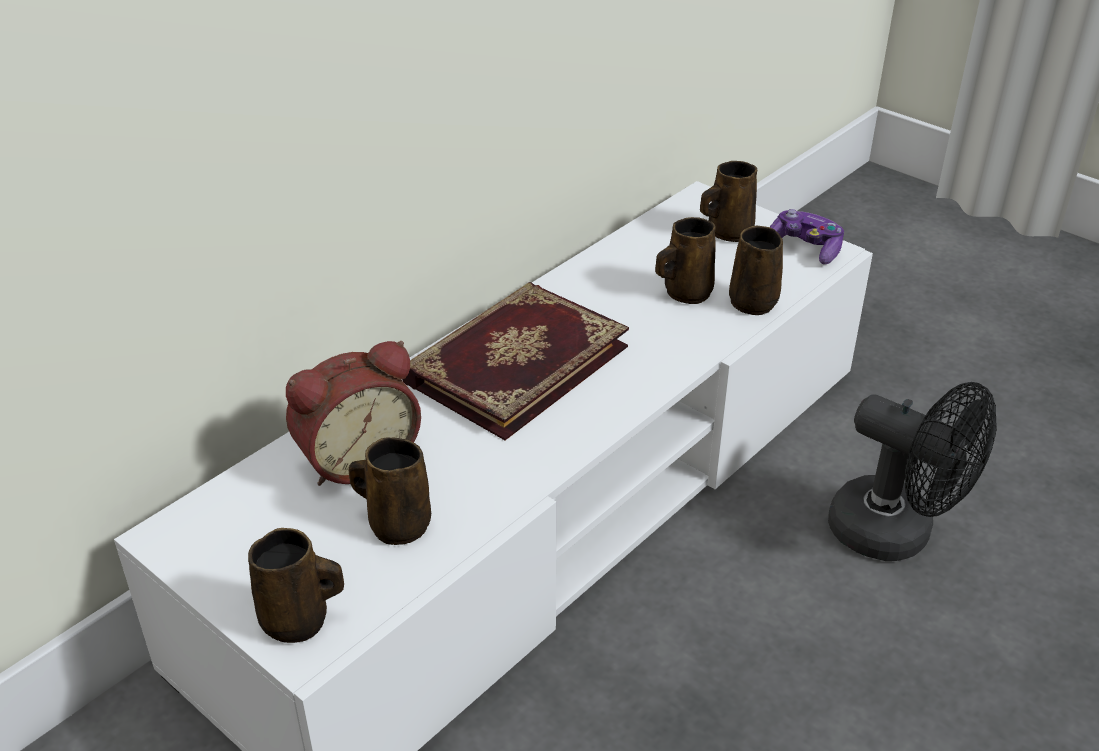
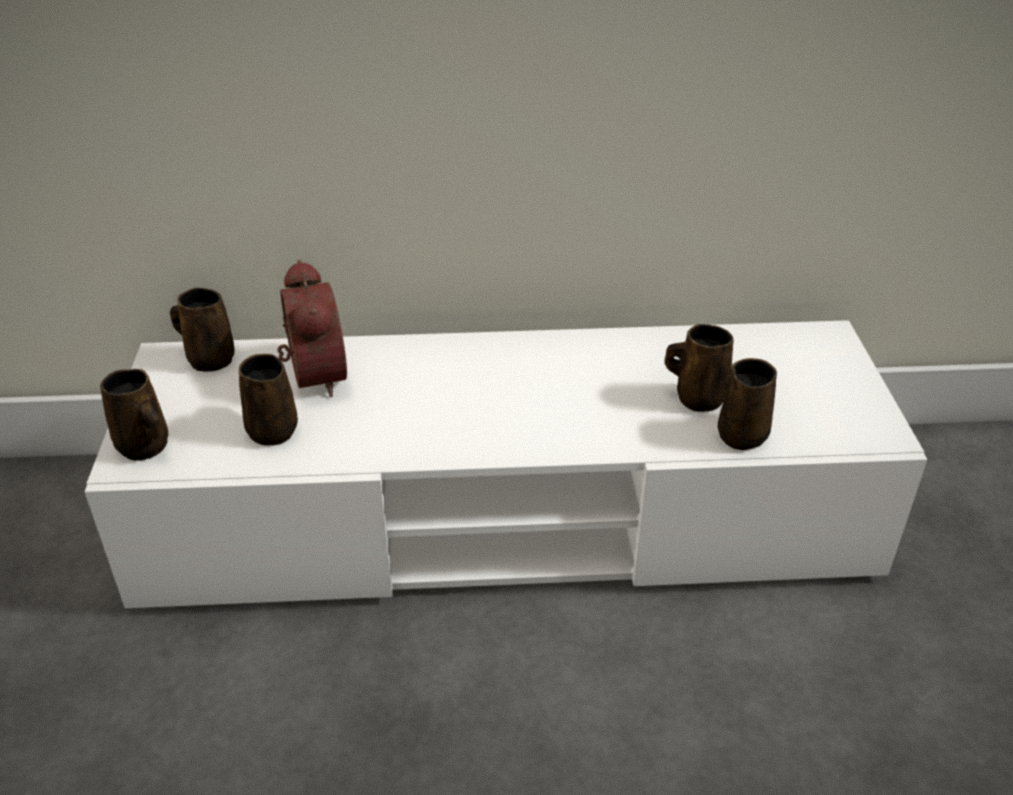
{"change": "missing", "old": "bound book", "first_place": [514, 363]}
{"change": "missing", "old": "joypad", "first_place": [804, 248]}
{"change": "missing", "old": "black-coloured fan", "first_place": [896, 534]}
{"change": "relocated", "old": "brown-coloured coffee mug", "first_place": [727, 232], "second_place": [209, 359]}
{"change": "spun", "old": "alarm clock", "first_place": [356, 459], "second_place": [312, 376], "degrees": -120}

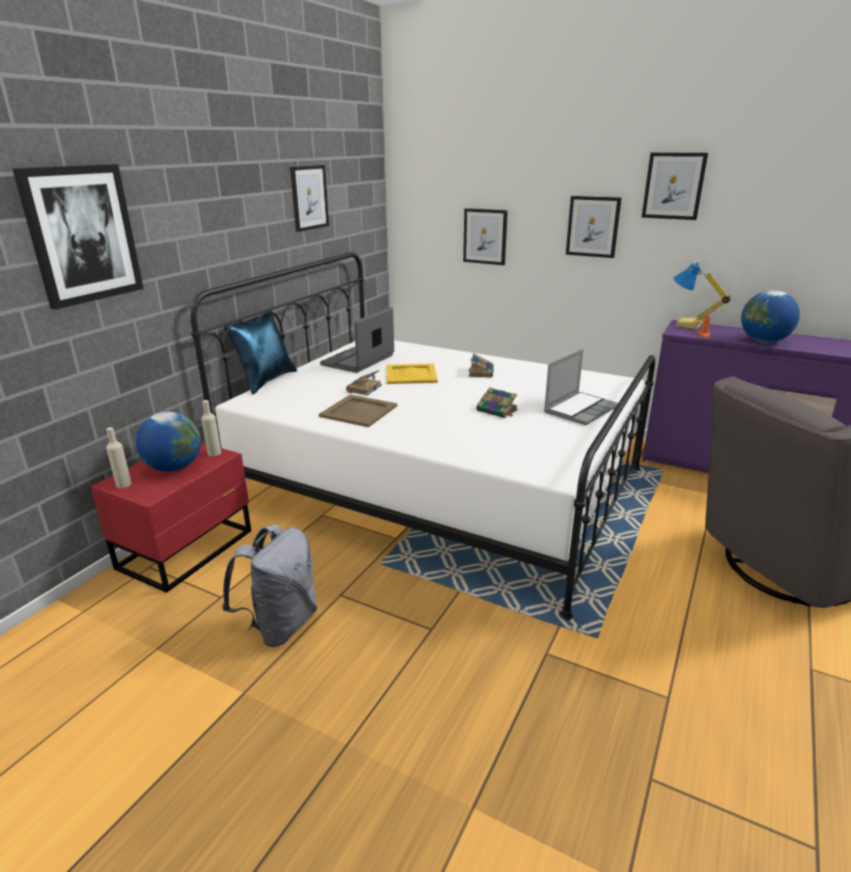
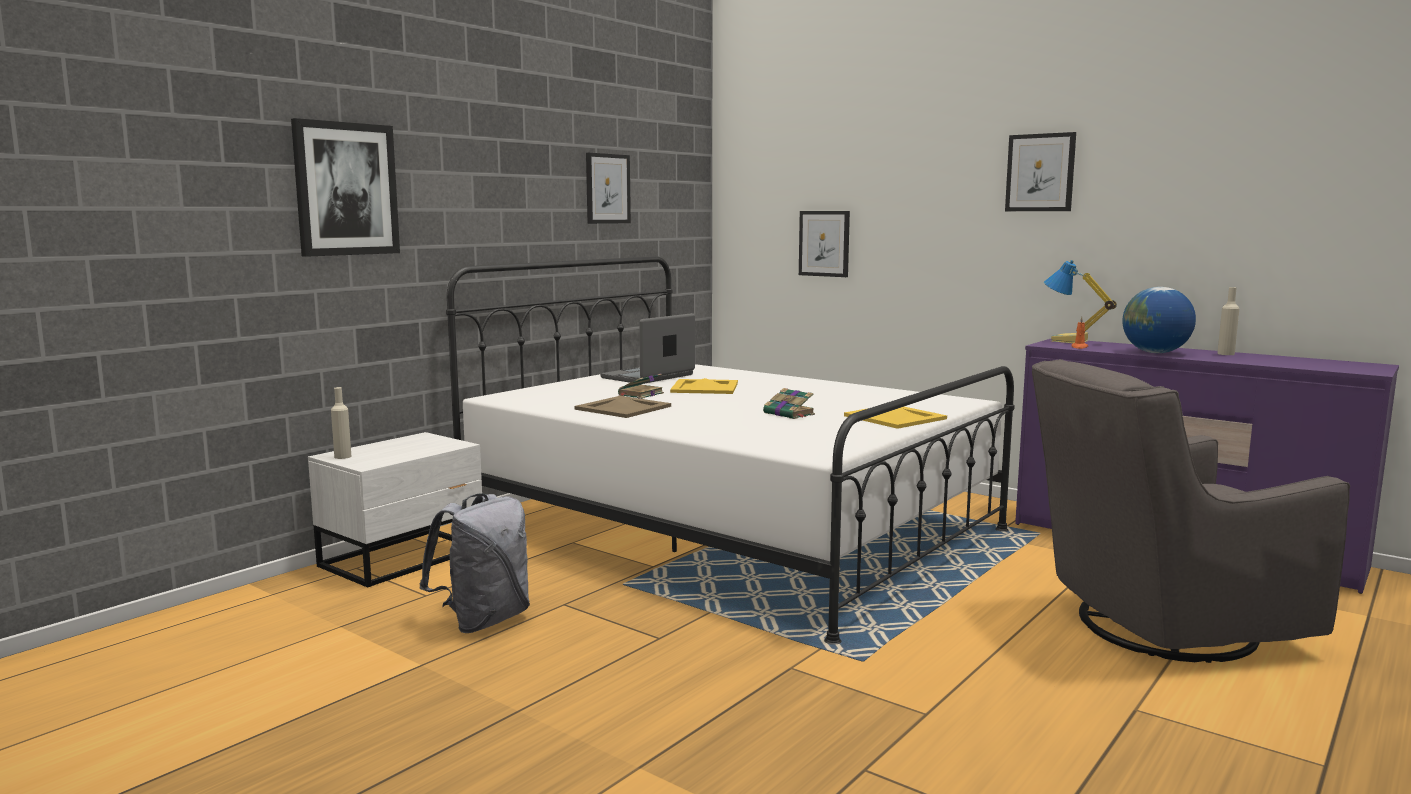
{"change": "missing", "old": "world globe", "first_place": [174, 467]}
{"change": "missing", "old": "blue pillow", "first_place": [266, 381]}
{"change": "missing", "old": "bound book", "first_place": [481, 372]}
{"change": "missing", "old": "wall art", "first_place": [593, 226]}
{"change": "relocated", "old": "sand-coloured beverage bottle", "first_place": [214, 453], "second_place": [1226, 354]}
{"change": "exchanged", "old": "portable computer", "new": "yellowish carrying tray", "first_place": [580, 409], "second_place": [895, 417]}
{"change": "colour", "old": "red-coloured nightstand", "new": "white-coloured nightstand", "first_place": [189, 549], "second_place": [405, 558]}

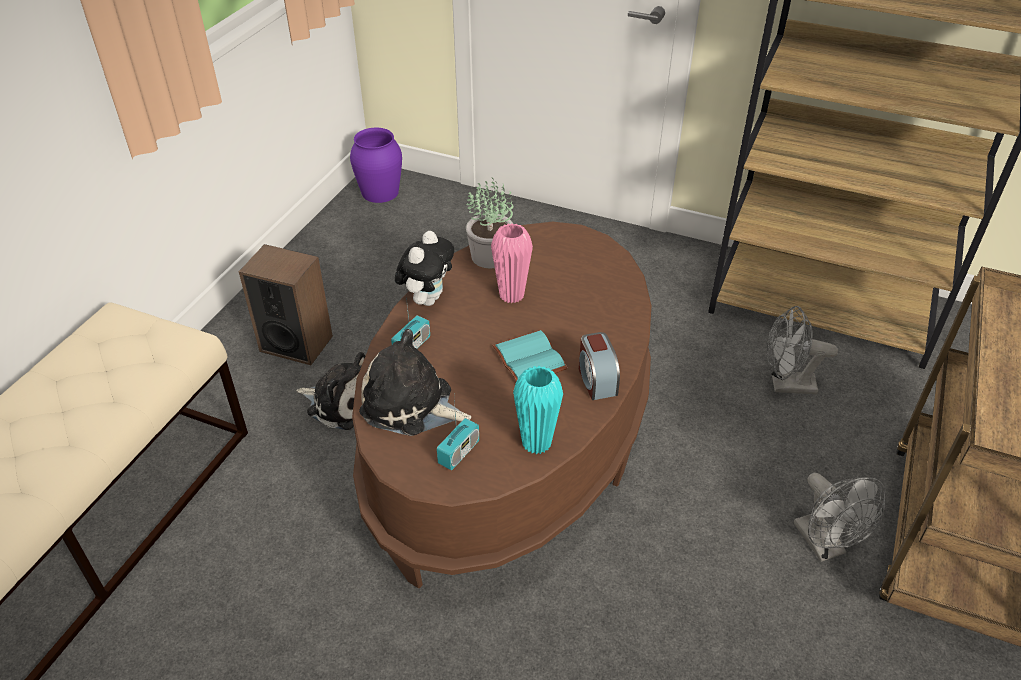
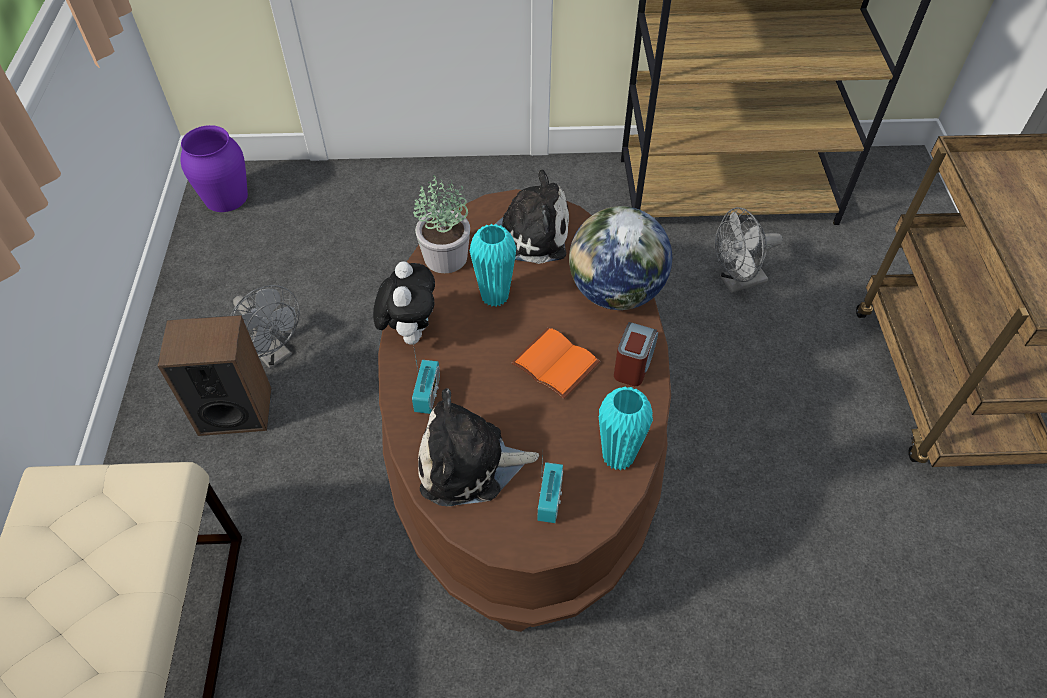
{"change": "appeared", "new": "world globe", "second_place": [615, 293]}
{"change": "relocated", "old": "soft toy", "first_place": [340, 401], "second_place": [529, 235]}
{"change": "relocated", "old": "gray fan", "first_place": [824, 545], "second_place": [274, 354]}
{"change": "colour", "old": "pinkish decorative vase", "new": "blue-green decorative vase", "first_place": [511, 295], "second_place": [494, 296]}
{"change": "colour", "old": "blue-green bound book", "new": "orangey bound book", "first_place": [527, 358], "second_place": [553, 364]}
{"change": "spun", "old": "alarm clock", "first_place": [596, 380], "second_place": [633, 364], "degrees": -120}

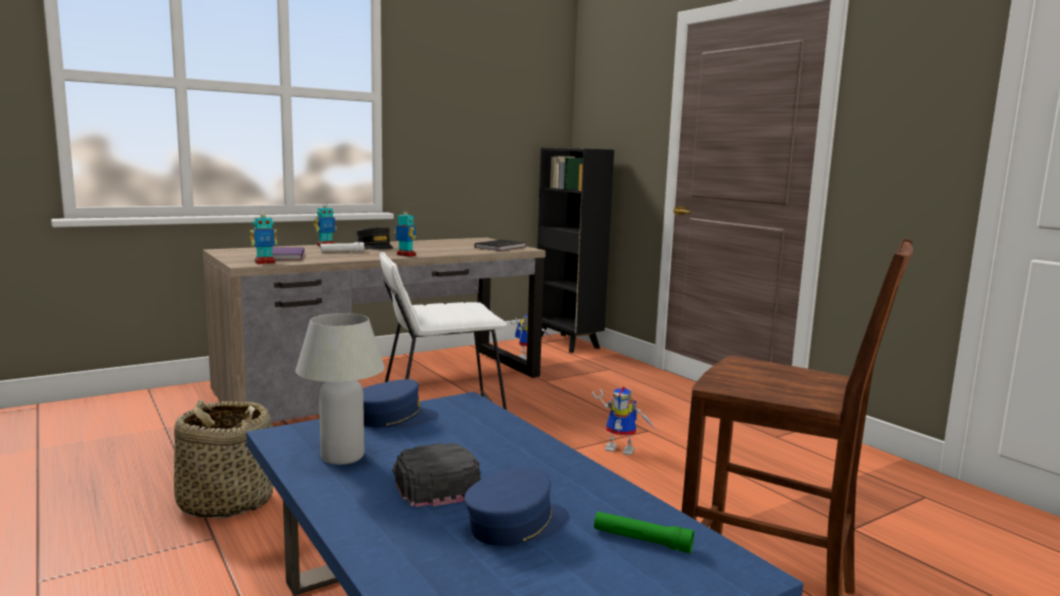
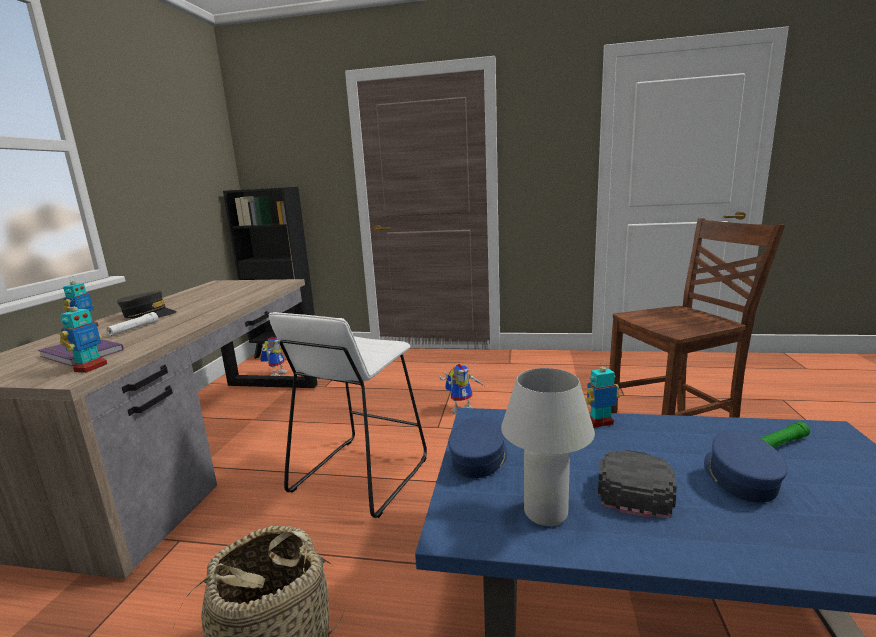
{"change": "missing", "old": "black-coloured bound book", "first_place": [501, 247]}
{"change": "relocated", "old": "robot figure", "first_place": [406, 255], "second_place": [599, 423]}
{"change": "spun", "old": "black-coloured cap", "first_place": [432, 480], "second_place": [634, 485], "degrees": 90}

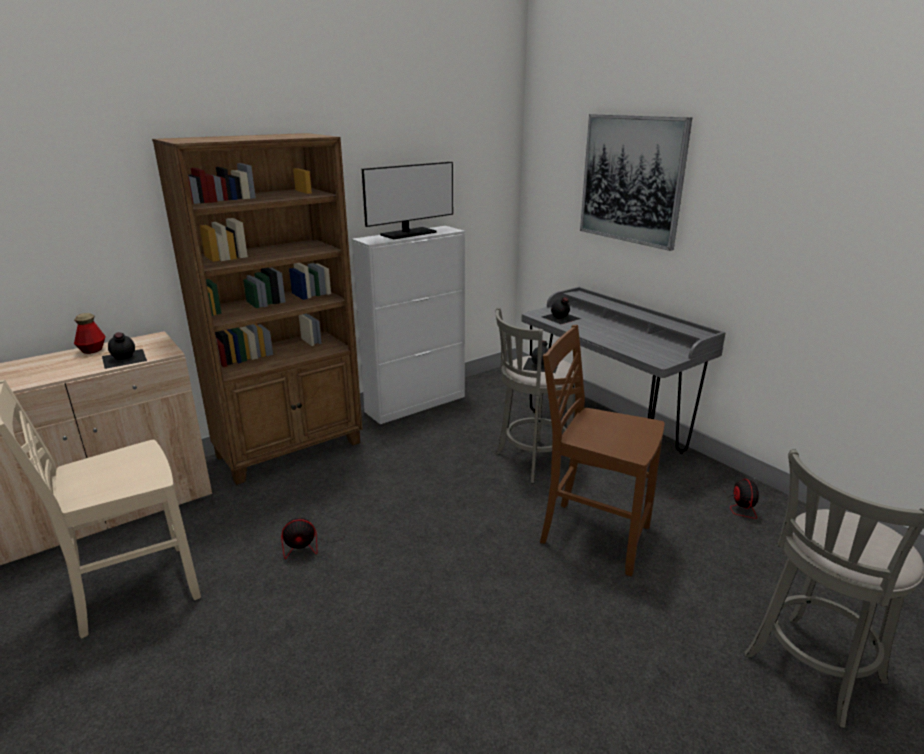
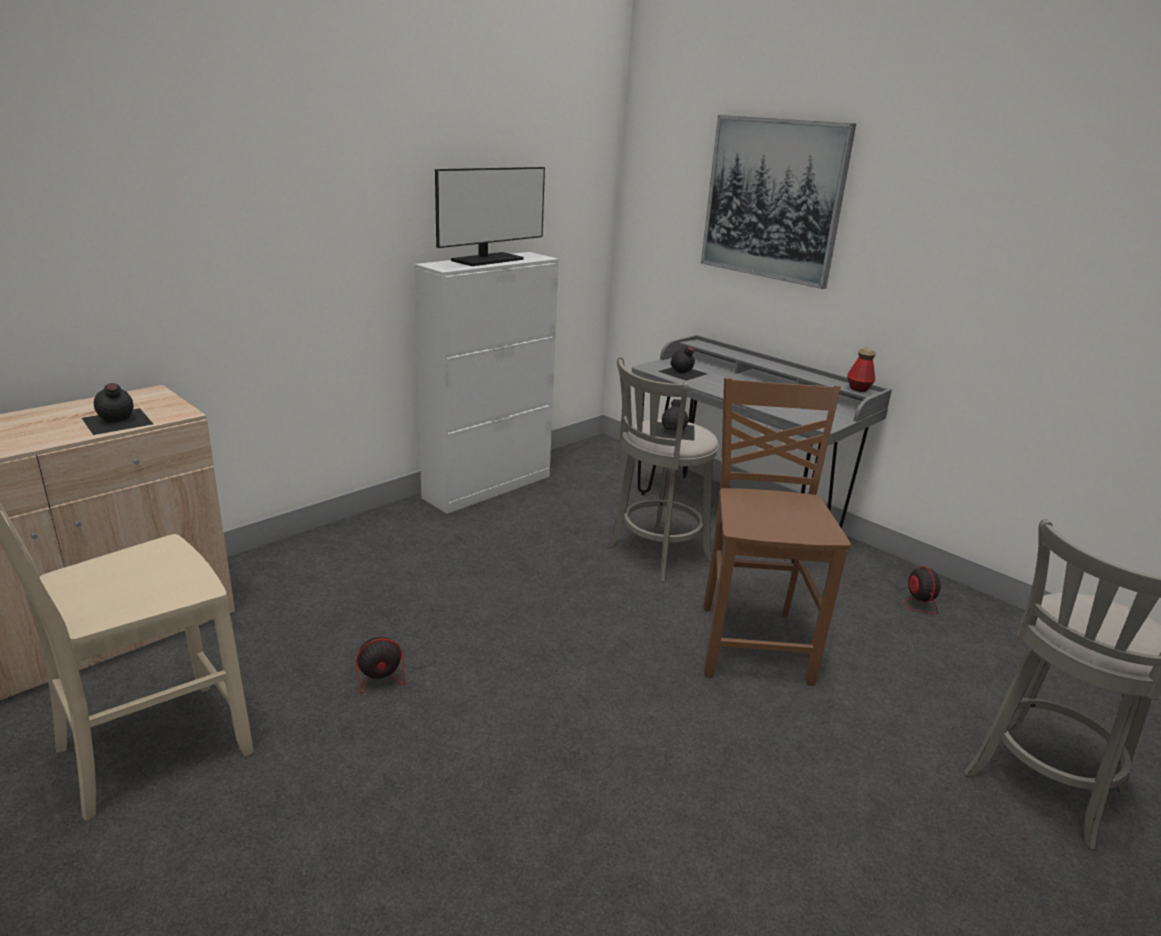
{"change": "missing", "old": "brown-coloured bookshelf", "first_place": [291, 449]}
{"change": "relocated", "old": "beverage bottle", "first_place": [92, 350], "second_place": [858, 388]}
{"change": "spun", "old": "brown-coloured chair", "first_place": [592, 535], "second_place": [752, 642], "degrees": 75}

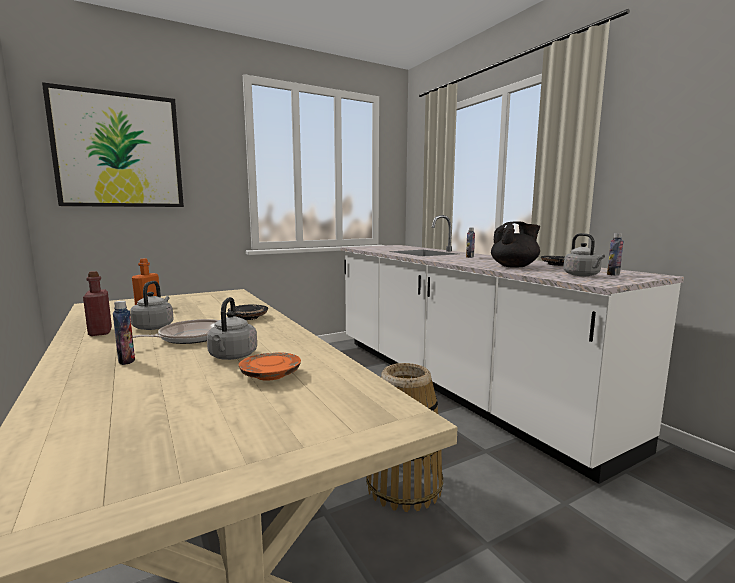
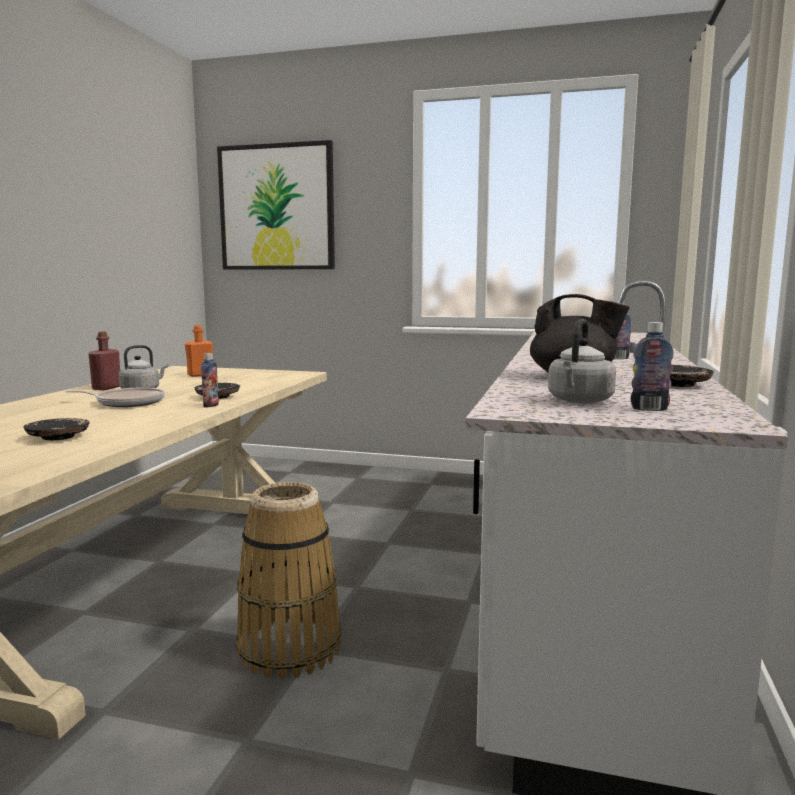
{"change": "missing", "old": "gray tea kettle", "first_place": [232, 357]}
{"change": "relocated", "old": "beverage bottle", "first_place": [126, 361], "second_place": [211, 405]}
{"change": "colour", "old": "orangey flat dish", "new": "black-coloured flat dish", "first_place": [270, 375], "second_place": [58, 437]}

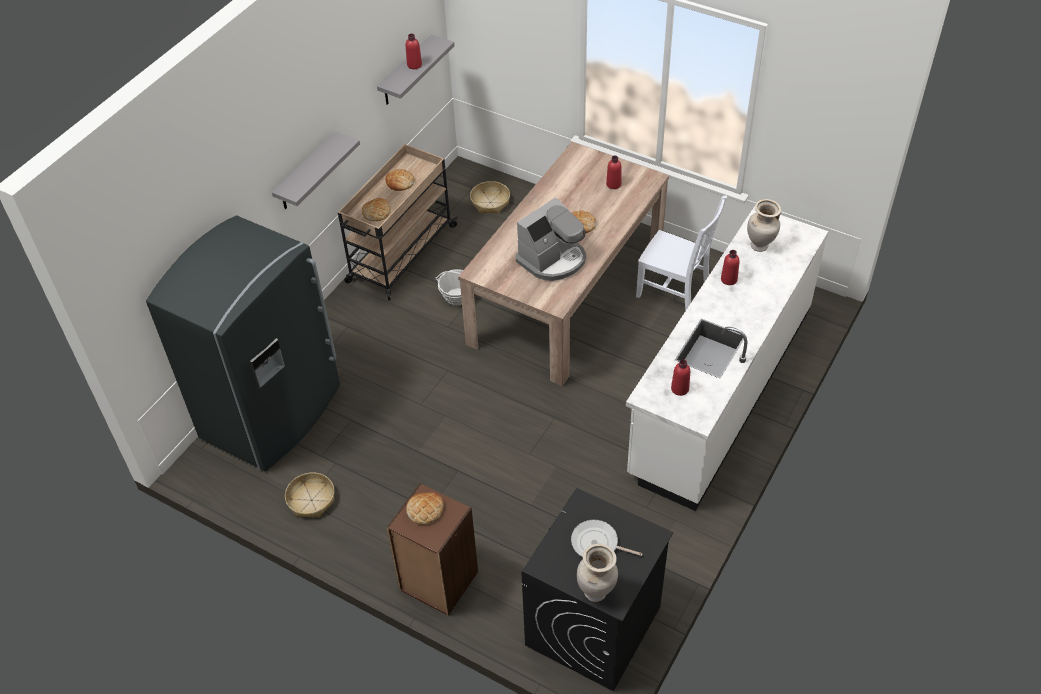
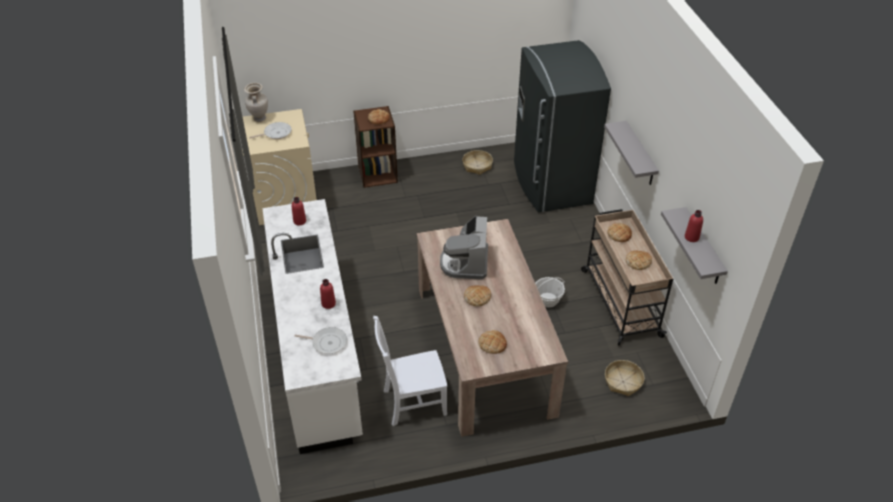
{"change": "exchanged", "old": "red-coloured beverage bottle", "new": "baked bread", "first_place": [613, 184], "second_place": [492, 344]}
{"change": "exchanged", "old": "sand-coloured decorative vase", "new": "pan", "first_place": [759, 246], "second_place": [327, 342]}
{"change": "colour", "old": "black-coloured washing machine", "new": "sand-coloured washing machine", "first_place": [593, 627], "second_place": [285, 200]}

